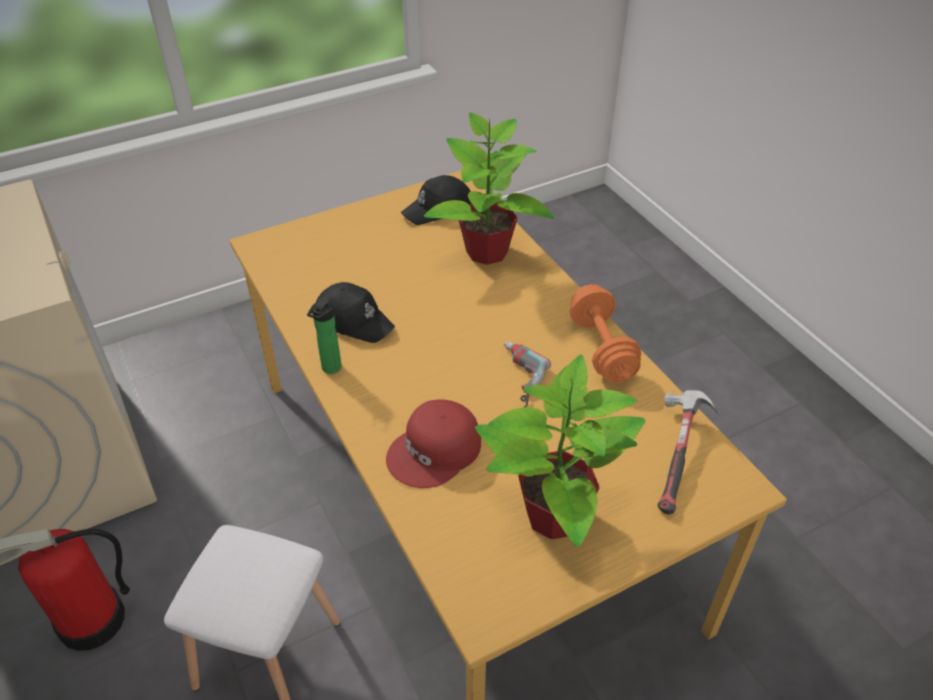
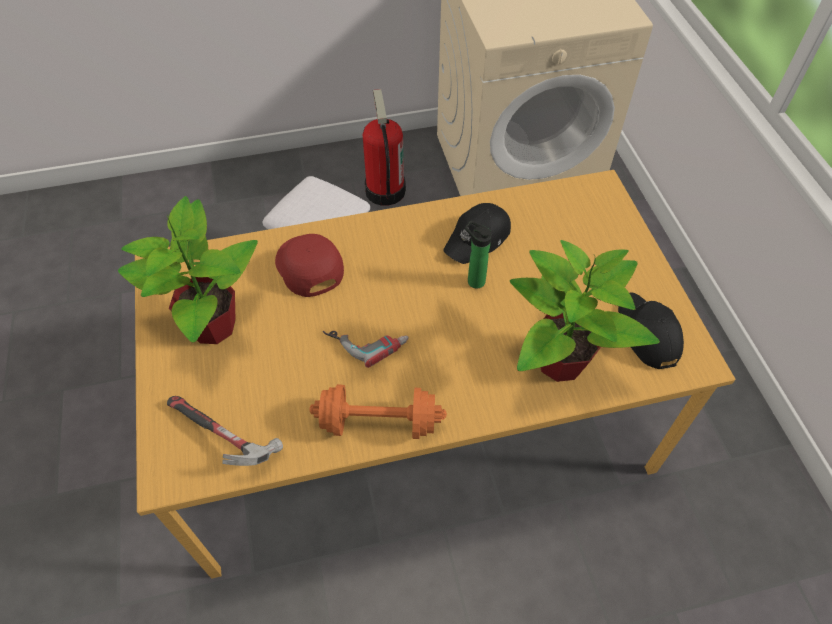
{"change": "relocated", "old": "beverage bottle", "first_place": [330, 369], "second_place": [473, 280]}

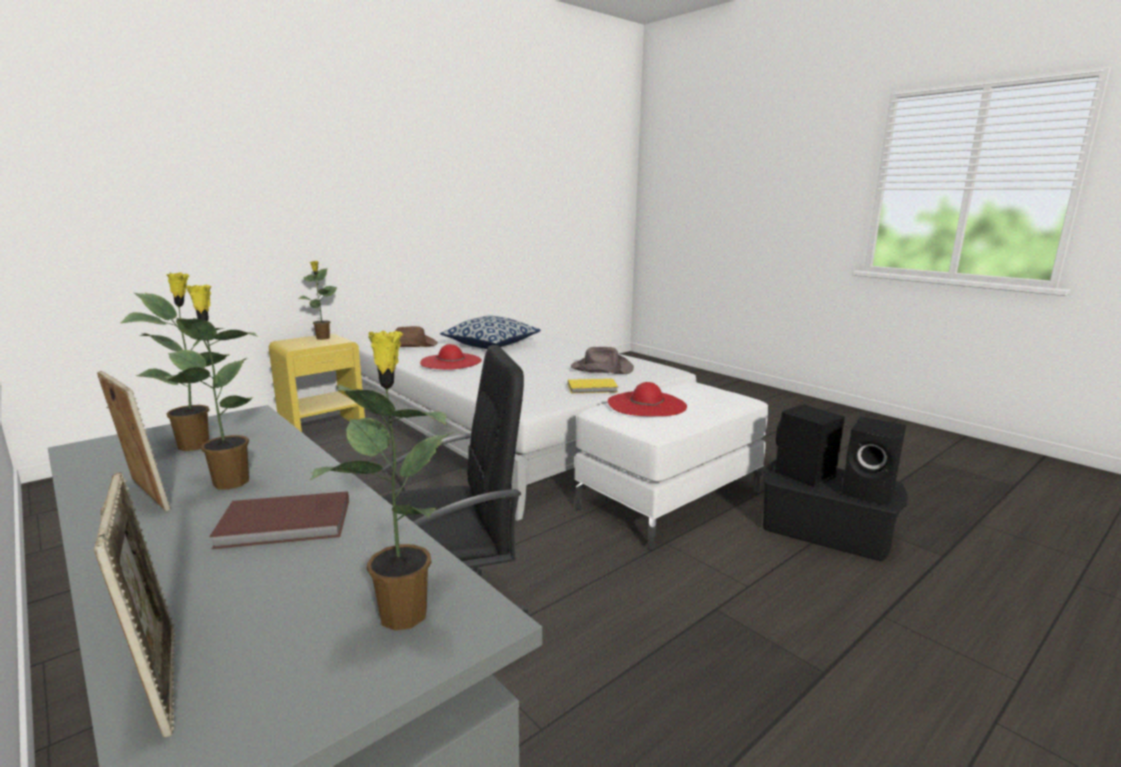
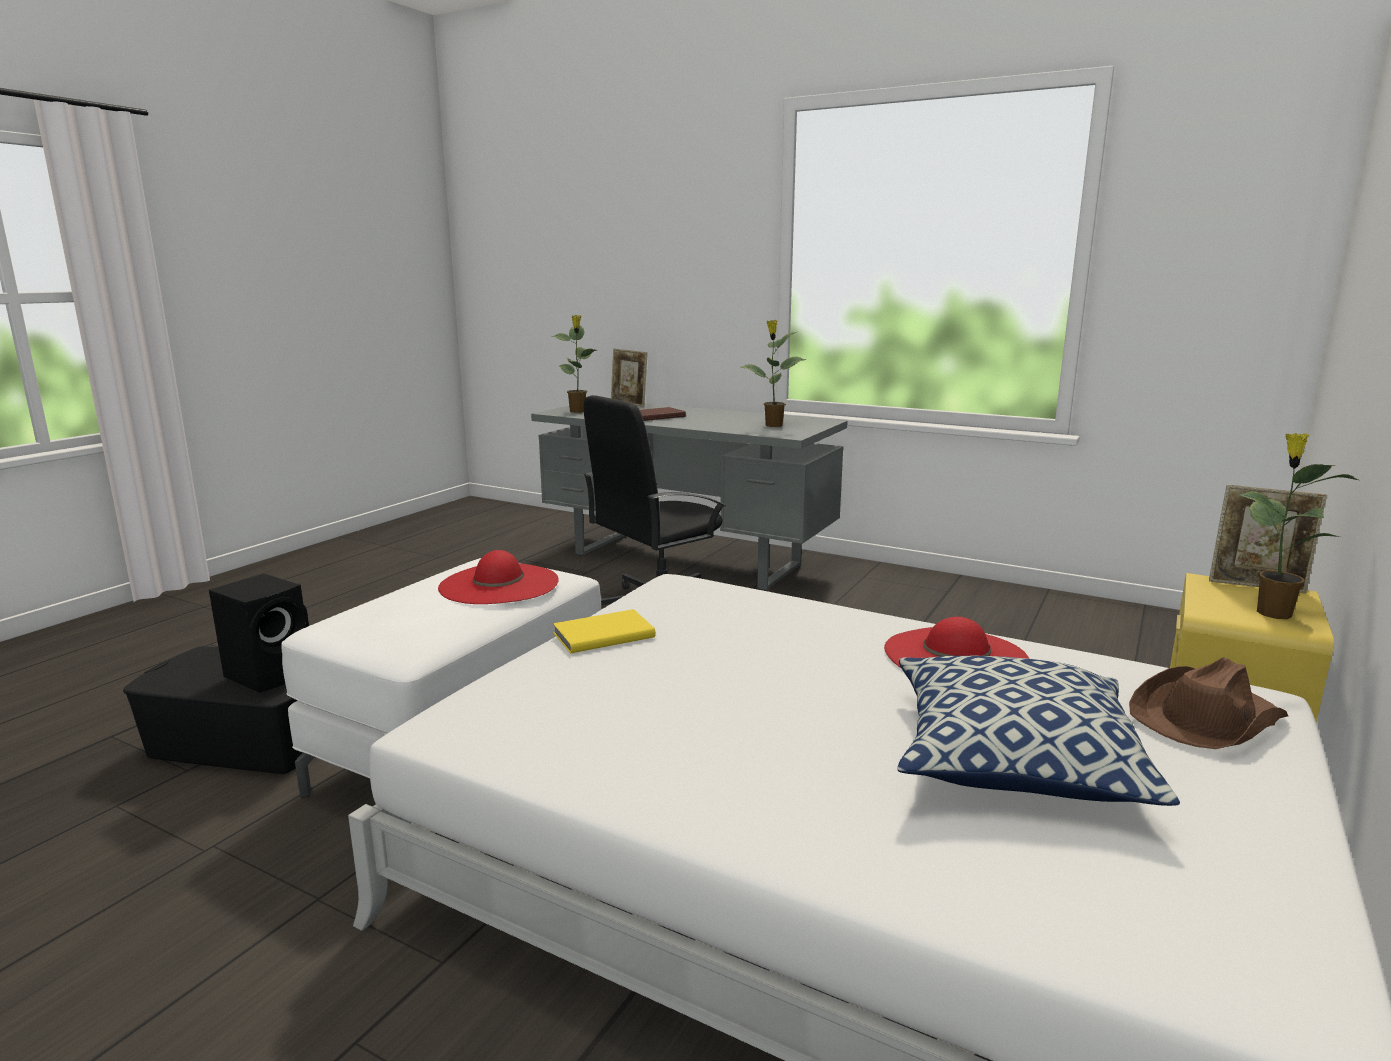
{"change": "missing", "old": "potted plant", "first_place": [230, 481]}
{"change": "missing", "old": "brown-coloured hat", "first_place": [601, 369]}
{"change": "missing", "old": "black-coloured speaker", "first_place": [870, 492]}
{"change": "relocated", "old": "standing frame", "first_place": [145, 496], "second_place": [1256, 586]}

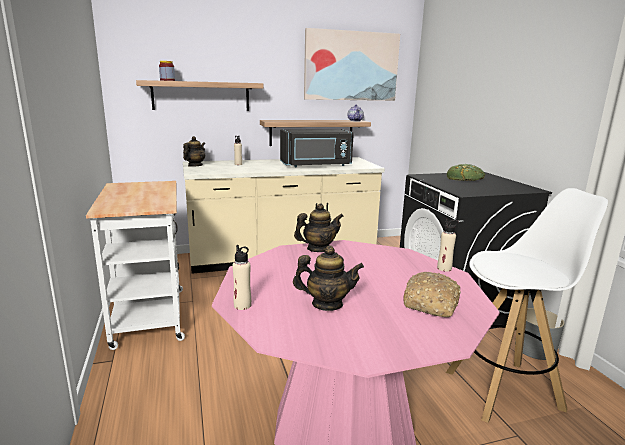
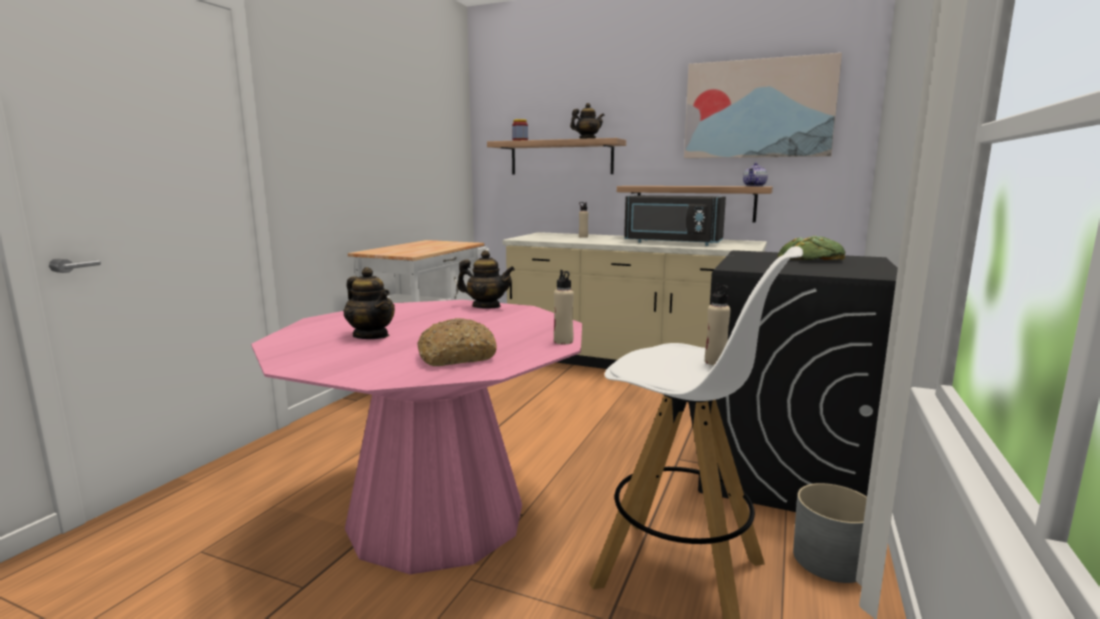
{"change": "relocated", "old": "tea pot", "first_place": [195, 165], "second_place": [587, 139]}
{"change": "relocated", "old": "sand-coloured beverage bottle", "first_place": [242, 305], "second_place": [715, 362]}

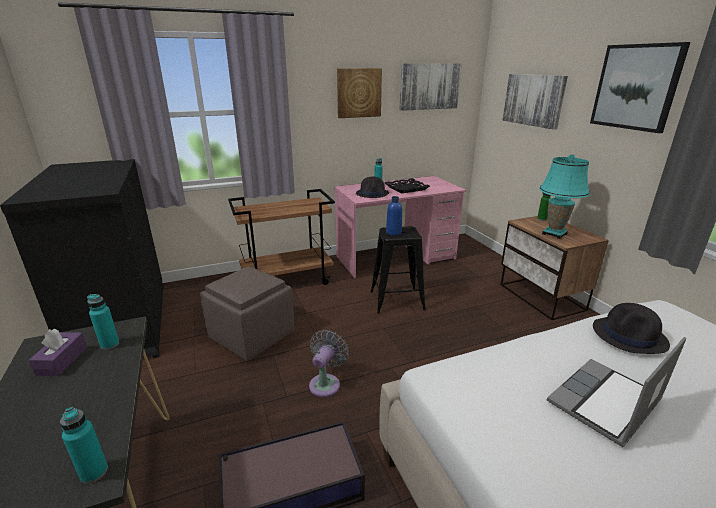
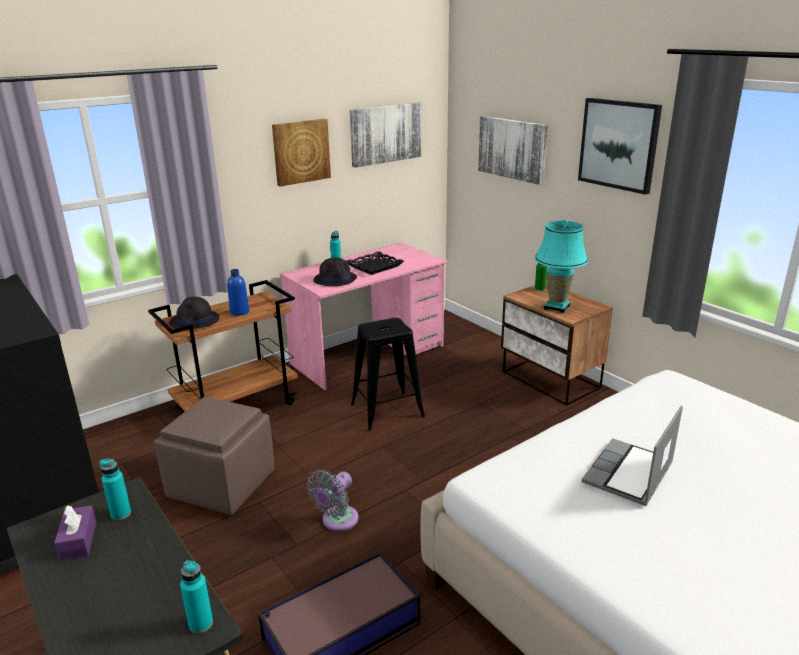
{"change": "relocated", "old": "blue beverage bottle", "first_place": [393, 232], "second_place": [239, 312]}
{"change": "relocated", "old": "black-coloured hat", "first_place": [629, 336], "second_place": [195, 321]}
{"change": "spun", "old": "gray fan", "first_place": [326, 383], "second_place": [337, 521], "degrees": -150}

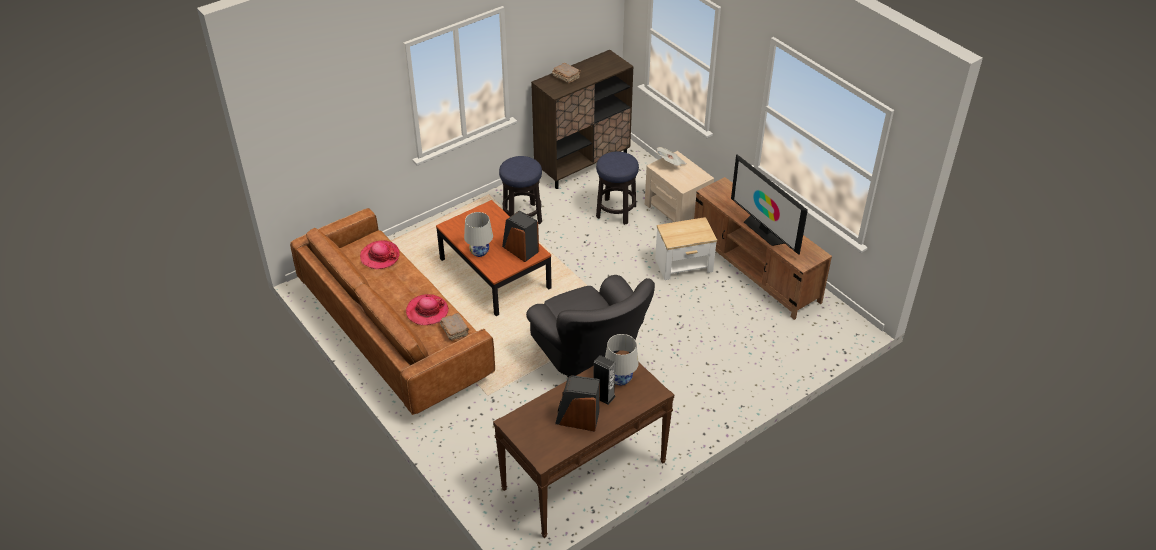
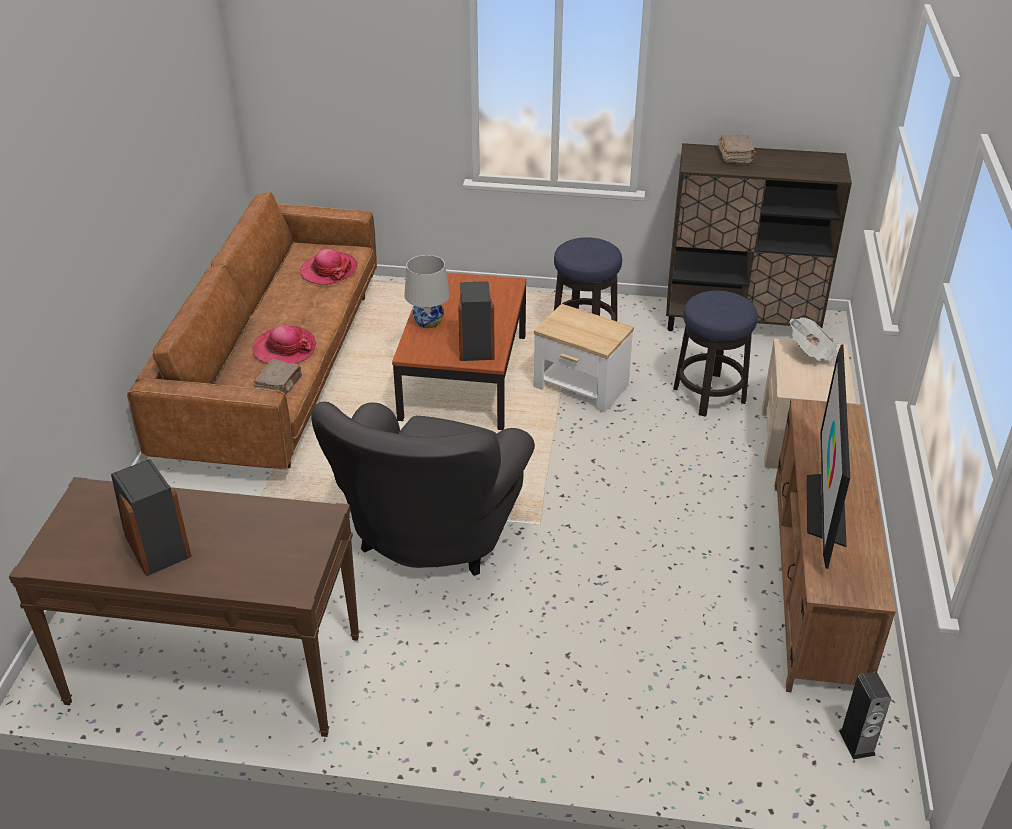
{"change": "missing", "old": "white-coloured lamp for a table", "first_place": [620, 379]}
{"change": "relocated", "old": "speaker", "first_place": [603, 396], "second_place": [857, 742]}
{"change": "relocated", "old": "accent table", "first_place": [684, 266], "second_place": [580, 387]}

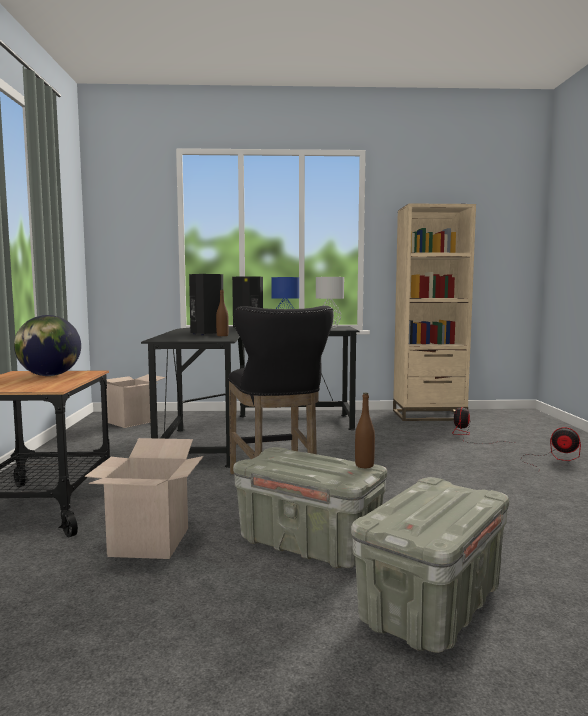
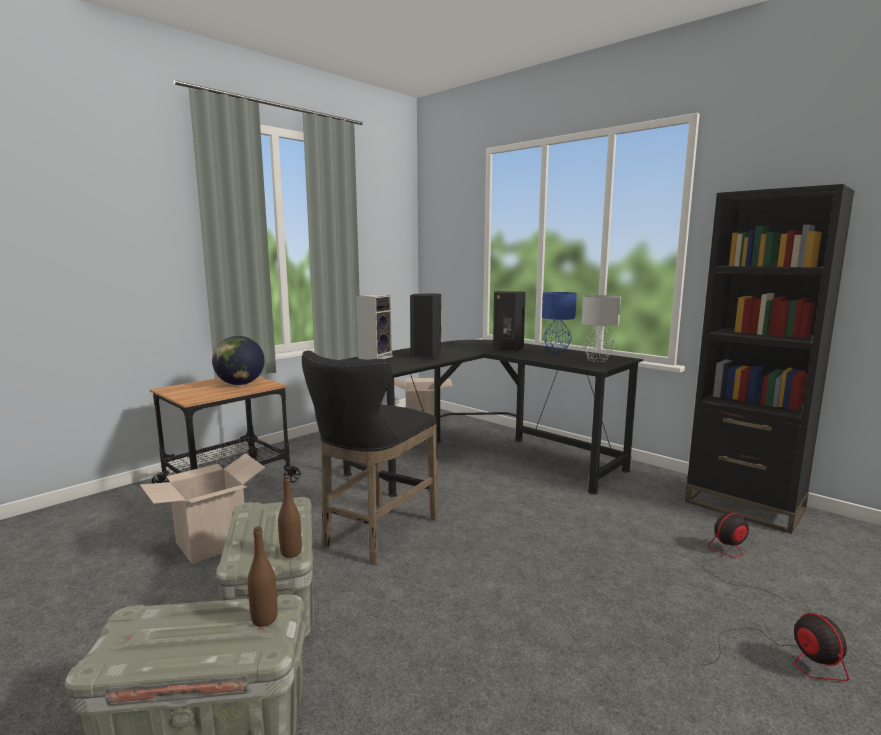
{"change": "appeared", "new": "speaker", "second_place": [375, 357]}
{"change": "relocated", "old": "brown-coloured beverage bottle", "first_place": [222, 335], "second_place": [264, 619]}
{"change": "colour", "old": "sand-coloured bookshelf", "new": "black-coloured bookshelf", "first_place": [429, 415], "second_place": [744, 505]}

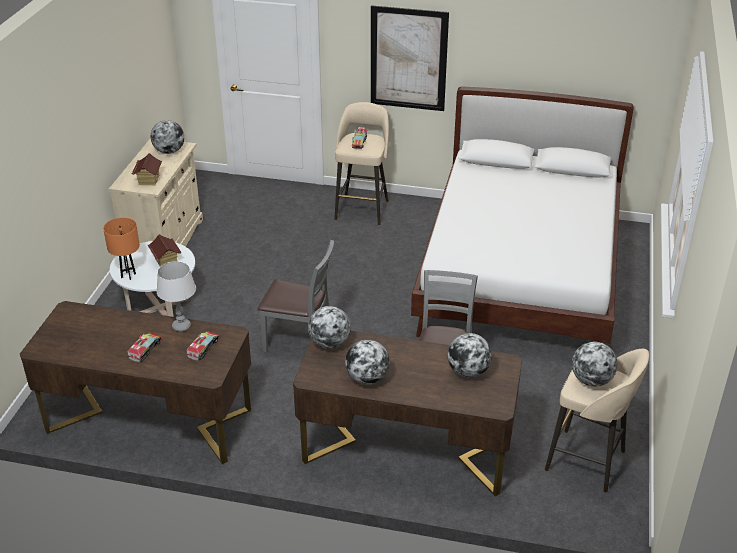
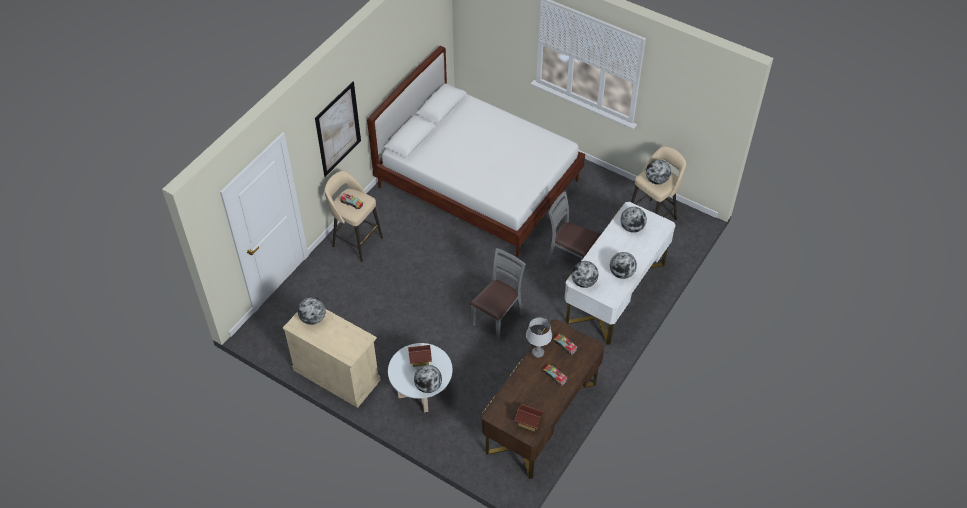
{"change": "relocated", "old": "model house", "first_place": [148, 180], "second_place": [528, 423]}
{"change": "exchanged", "old": "orangey lamp for a table", "new": "world globe", "first_place": [128, 275], "second_place": [428, 386]}
{"change": "colour", "old": "brown-coloured desk table", "new": "white-coloured desk table", "first_place": [406, 449], "second_place": [615, 293]}

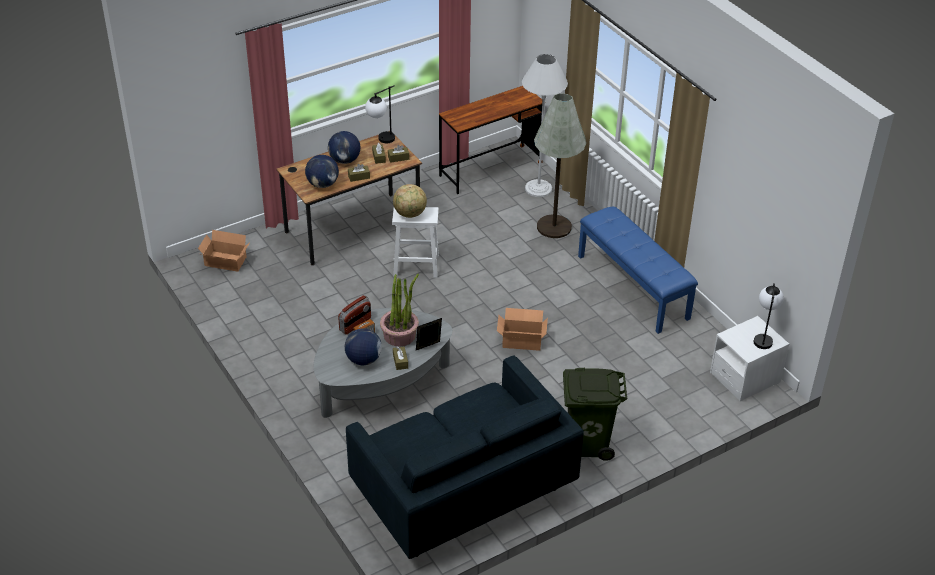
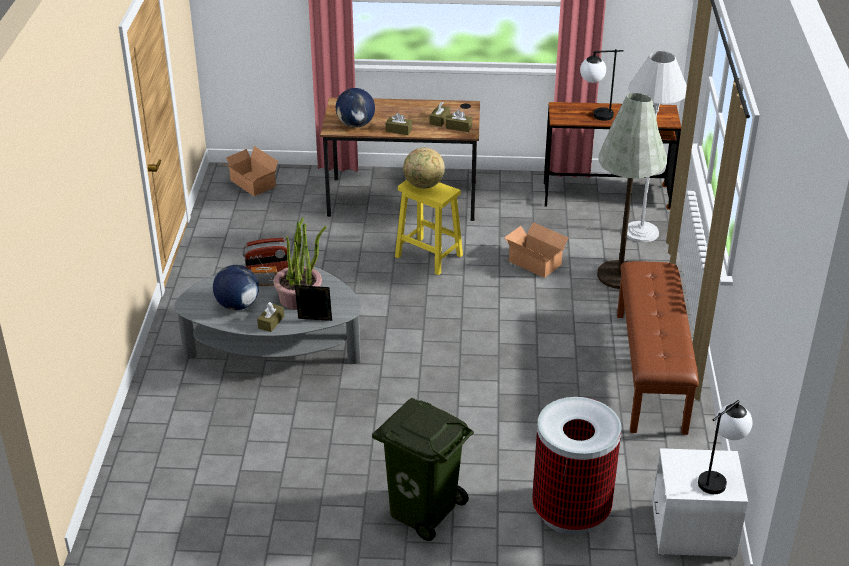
{"change": "missing", "old": "world globe", "first_place": [345, 160]}
{"change": "missing", "old": "blue settee", "first_place": [462, 488]}
{"change": "appeared", "new": "rubbish bin", "second_place": [570, 511]}
{"change": "relocated", "old": "lamp for a table", "first_place": [381, 141], "second_place": [595, 116]}
{"change": "relocated", "old": "cardboard box", "first_place": [521, 339], "second_place": [535, 261]}
{"change": "colour", "old": "white-coloured stool seat", "new": "yellowish stool seat", "first_place": [415, 266], "second_place": [427, 255]}
{"change": "colour", "old": "blue indoor bench", "new": "brown-coloured indoor bench", "first_place": [633, 287], "second_place": [651, 371]}

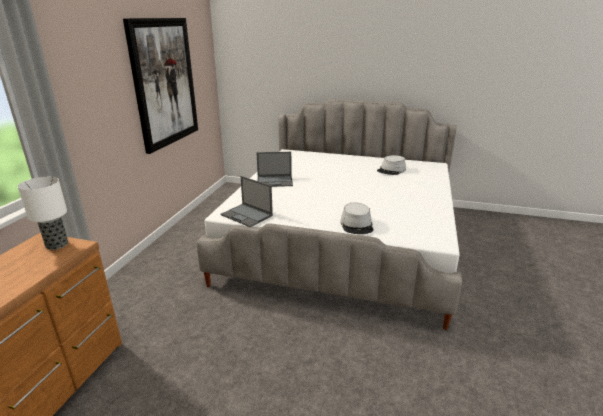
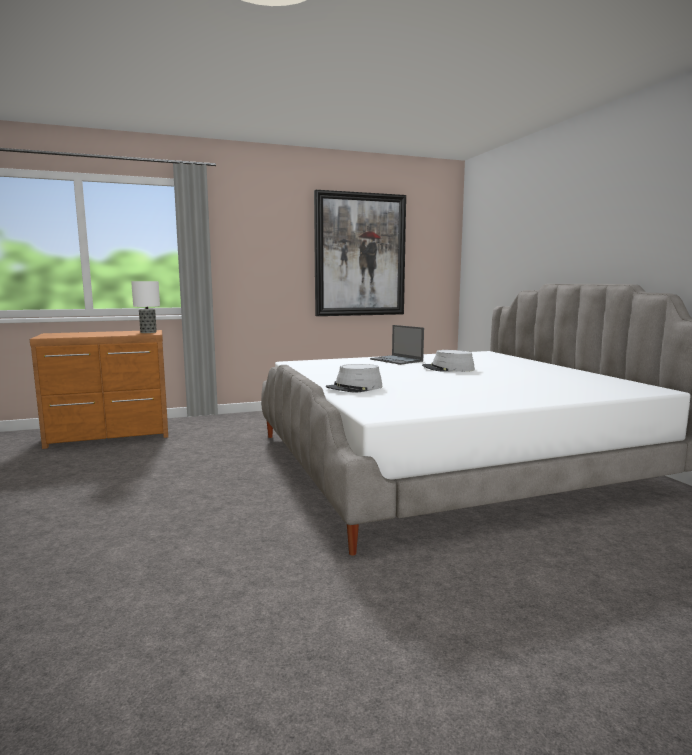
{"change": "missing", "old": "portable computer", "first_place": [247, 215]}
{"change": "relocated", "old": "gray hat", "first_place": [391, 170], "second_place": [448, 369]}

